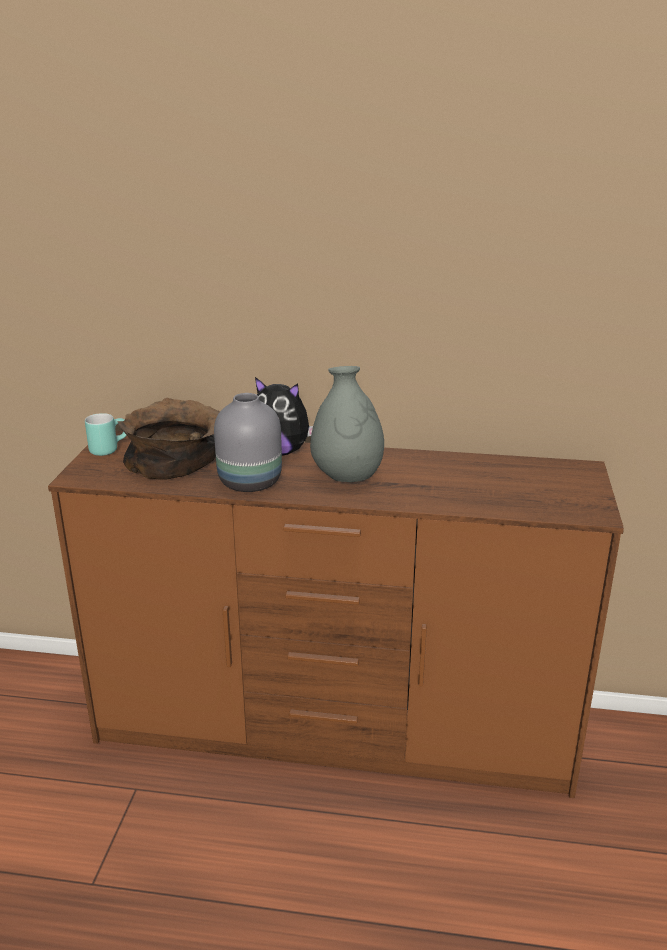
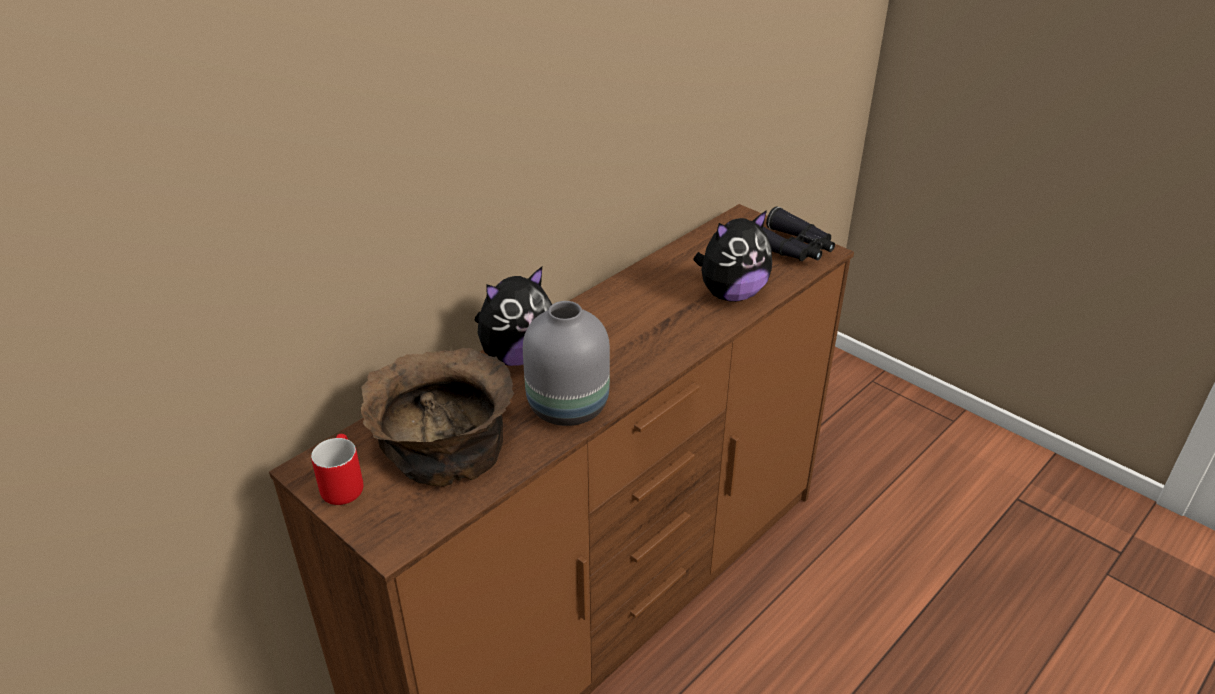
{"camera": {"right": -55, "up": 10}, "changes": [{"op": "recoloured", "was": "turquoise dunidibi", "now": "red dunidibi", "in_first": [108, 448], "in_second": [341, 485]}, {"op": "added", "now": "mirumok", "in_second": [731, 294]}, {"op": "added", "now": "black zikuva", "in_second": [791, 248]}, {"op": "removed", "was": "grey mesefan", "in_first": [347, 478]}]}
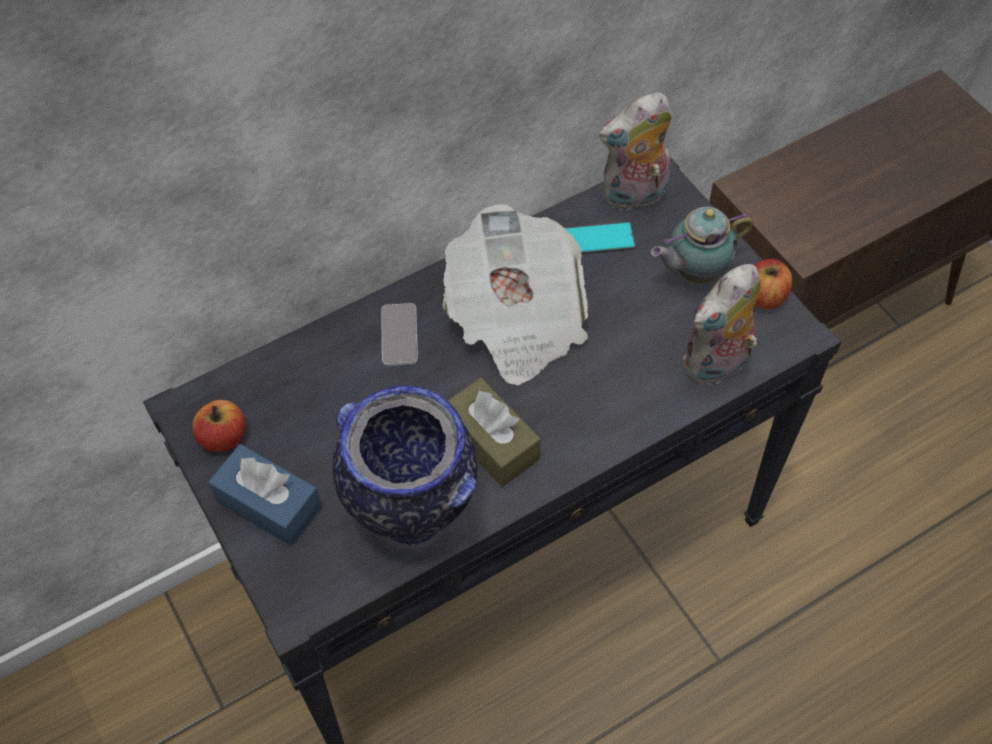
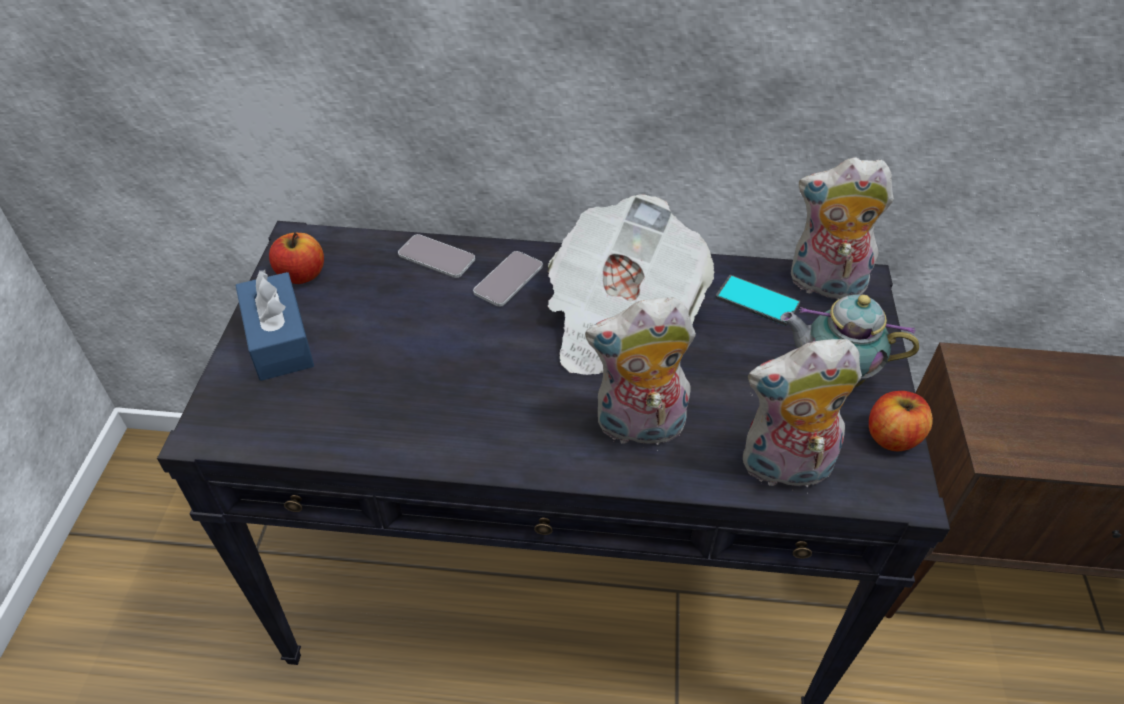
{"camera": {"right": 35, "up": -10}, "changes": [{"op": "added", "now": "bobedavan", "in_second": [436, 257]}, {"op": "added", "now": "mirumok", "in_second": [638, 428]}, {"op": "removed", "was": "mesefan", "in_first": [413, 515]}, {"op": "removed", "was": "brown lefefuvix", "in_first": [491, 442]}]}
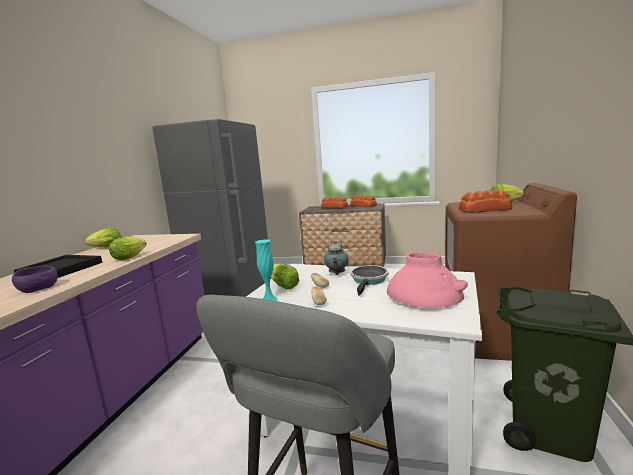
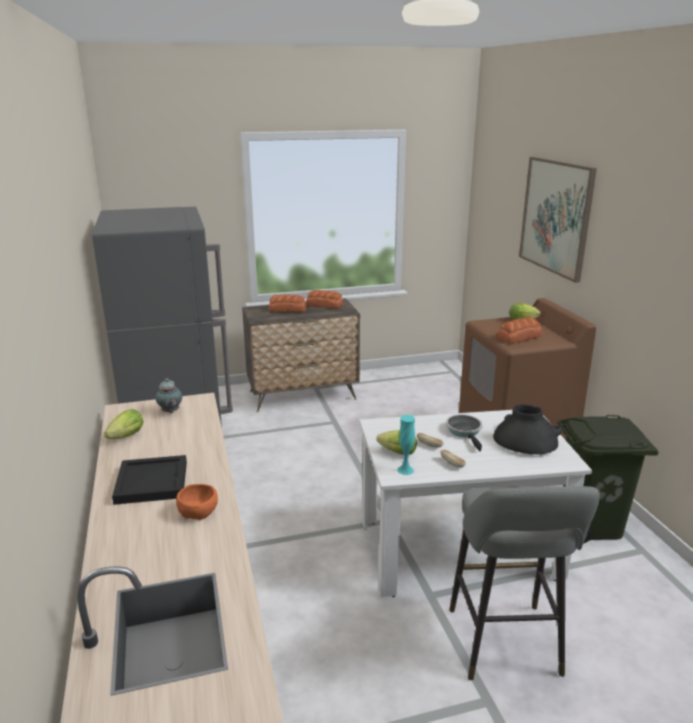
{"camera": {"right": -30, "up": 10}, "changes": [{"op": "moved", "was": "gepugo", "in_first": [336, 274], "in_second": [170, 412]}, {"op": "recoloured", "was": "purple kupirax", "now": "orange kupirax", "in_first": [39, 288], "in_second": [199, 511]}, {"op": "recoloured", "was": "pink mesefan", "now": "black mesefan", "in_first": [424, 295], "in_second": [525, 441]}, {"op": "added", "now": "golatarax", "in_second": [556, 216]}, {"op": "removed", "was": "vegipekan", "in_first": [131, 257]}]}
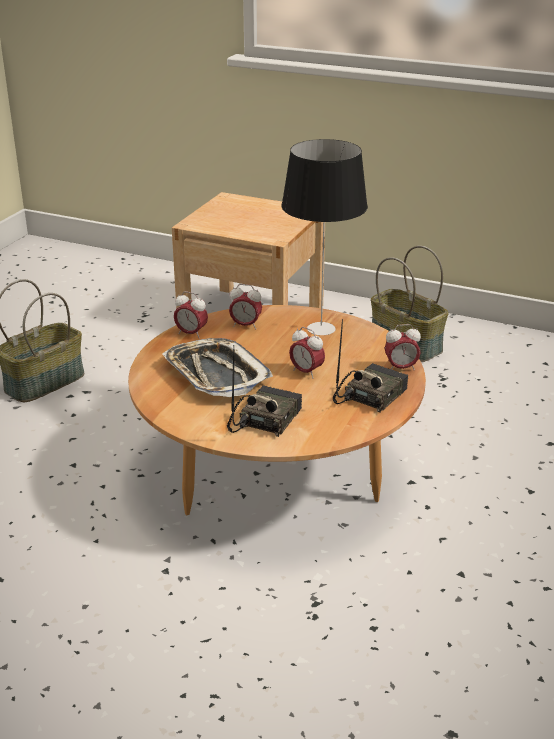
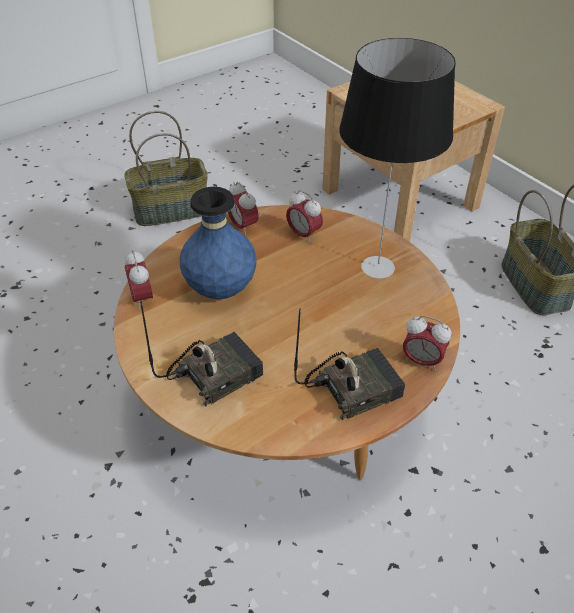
{"camera": {"right": 30, "up": 15}, "changes": [{"op": "moved", "was": "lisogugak", "in_first": [306, 372], "in_second": [142, 298]}, {"op": "replaced", "was": "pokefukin", "now": "blue mesefan", "in_first": [216, 374], "in_second": [220, 290]}]}
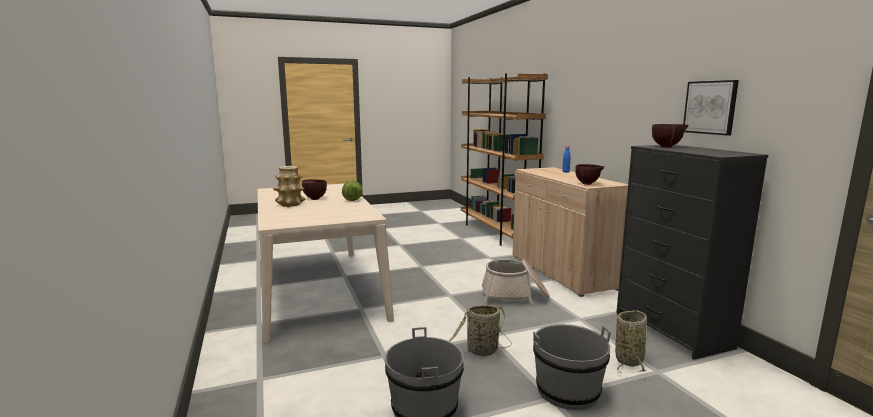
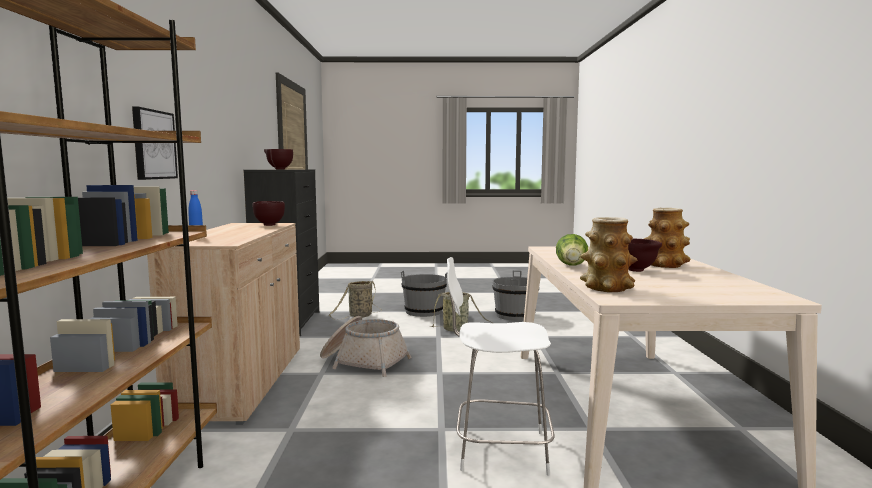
{"camera": {"right": -160, "up": -5}, "changes": [{"op": "moved", "was": "golatarax", "in_first": [710, 107], "in_second": [153, 144]}, {"op": "added", "now": "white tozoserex", "in_second": [498, 450]}, {"op": "added", "now": "mesefan", "in_second": [607, 288]}]}
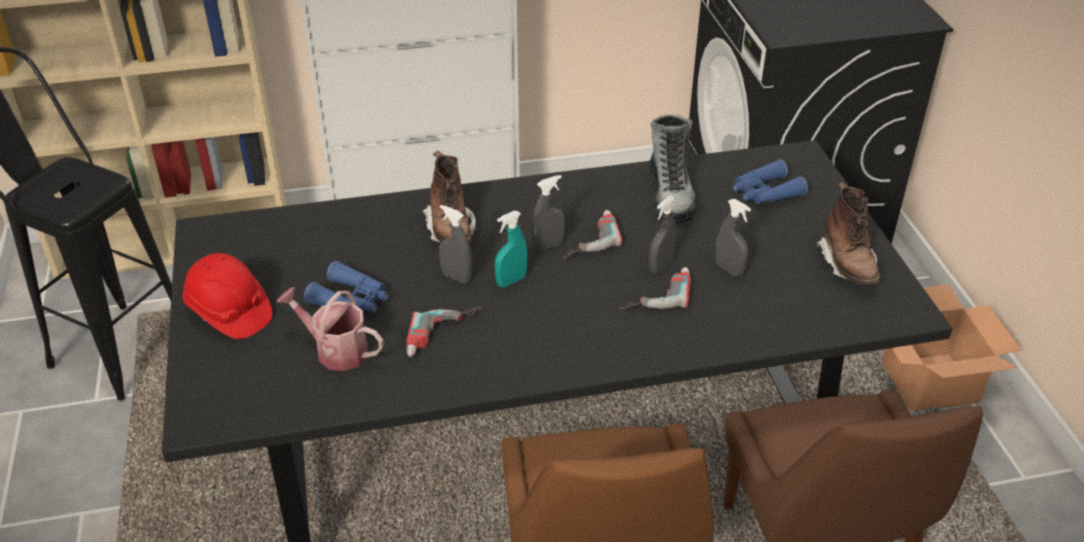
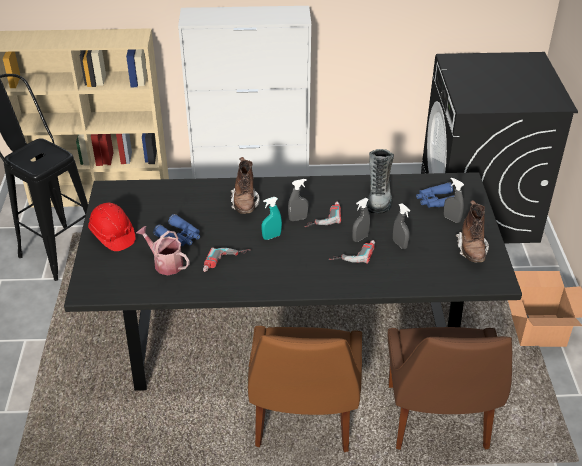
{"camera": {"right": 10, "up": 0}, "changes": [{"op": "moved", "was": "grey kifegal", "in_first": [456, 277], "in_second": [451, 219]}]}
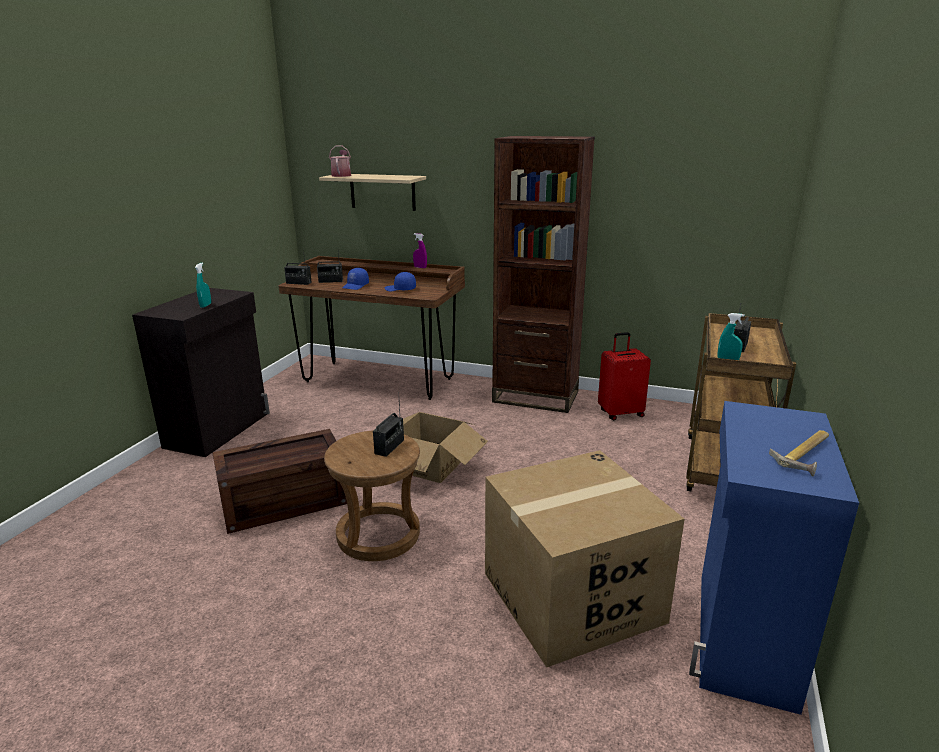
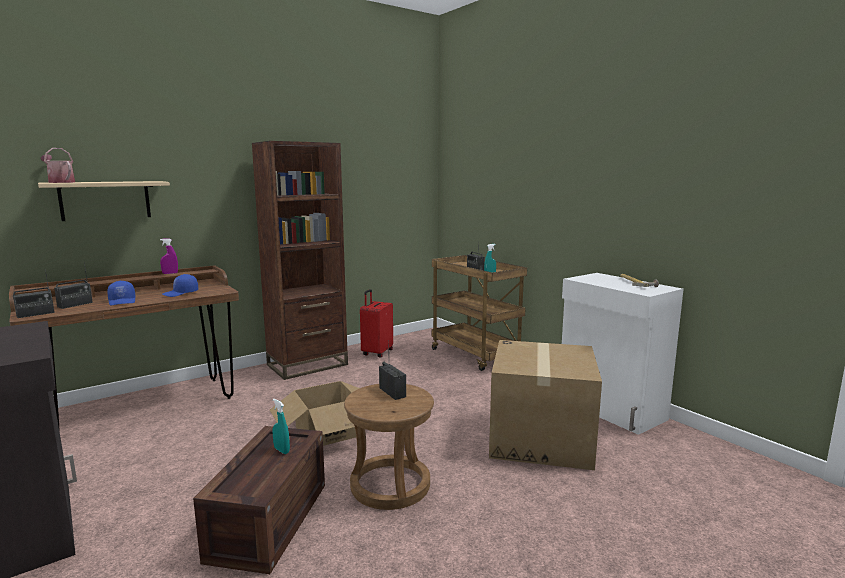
{"camera": {"right": -55, "up": -10}, "changes": [{"op": "moved", "was": "turquoise kifegal", "in_first": [205, 305], "in_second": [281, 450]}, {"op": "recoloured", "was": "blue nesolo", "now": "white nesolo", "in_first": [741, 637], "in_second": [610, 409]}]}
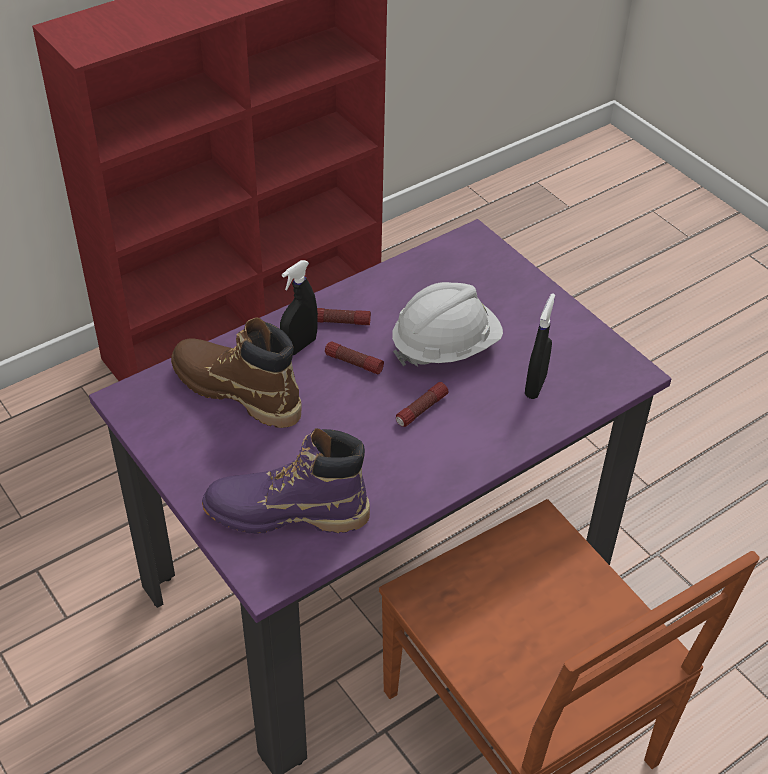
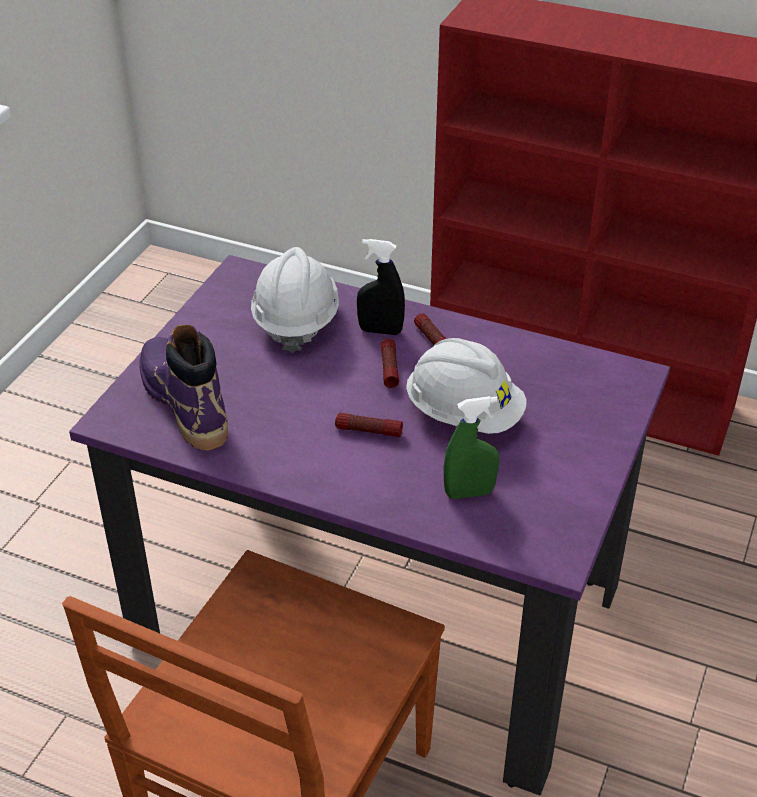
{"camera": {"right": 60, "up": -5}, "changes": [{"op": "replaced", "was": "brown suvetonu", "now": "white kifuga", "in_first": [236, 391], "in_second": [296, 321]}, {"op": "recoloured", "was": "black kifegal", "now": "green kifegal", "in_first": [535, 386], "in_second": [469, 493]}]}
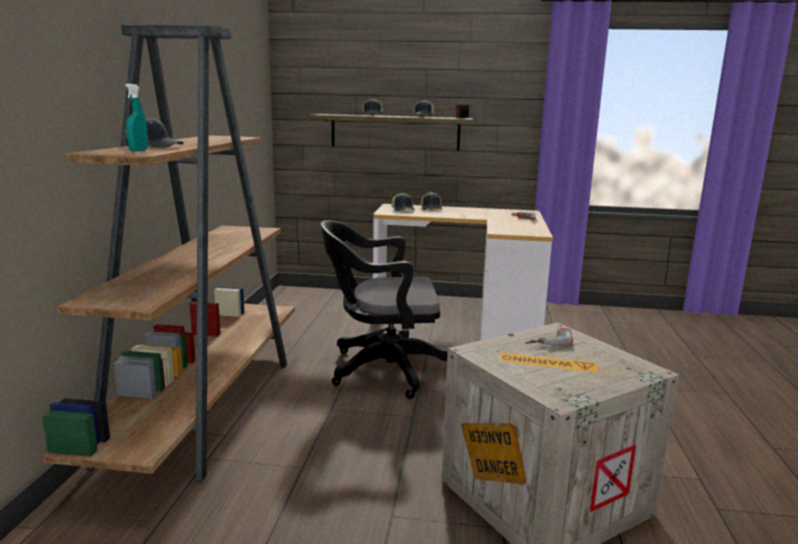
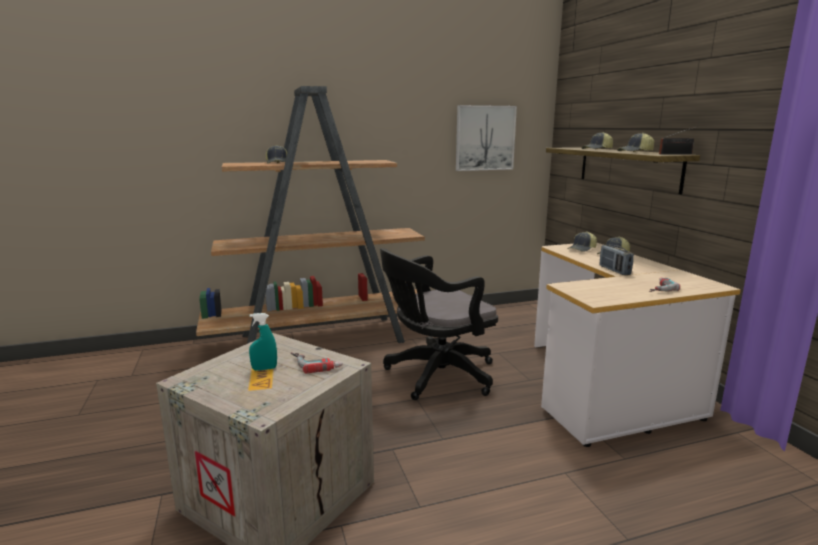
{"camera": {"right": 65, "up": 0}, "changes": [{"op": "moved", "was": "turquoise kifegal", "in_first": [138, 150], "in_second": [264, 369]}, {"op": "turned", "was": "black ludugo", "in_first": [383, 370], "in_second": [435, 376], "clockwise": -90}, {"op": "added", "now": "golatarax", "in_second": [485, 138]}, {"op": "added", "now": "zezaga", "in_second": [614, 270]}]}
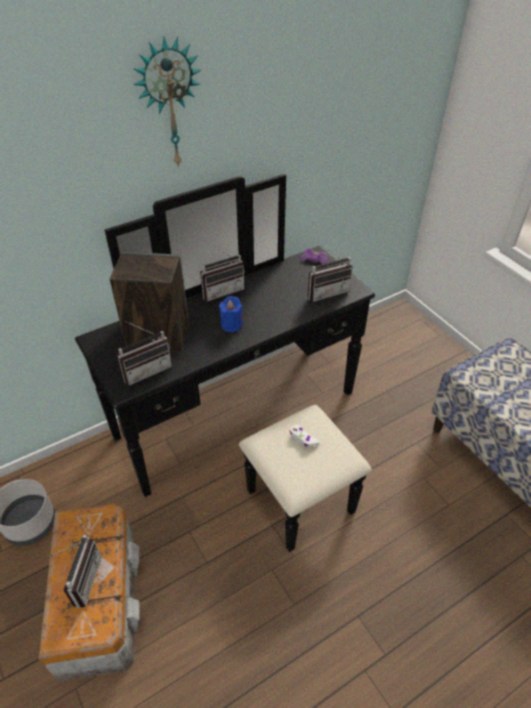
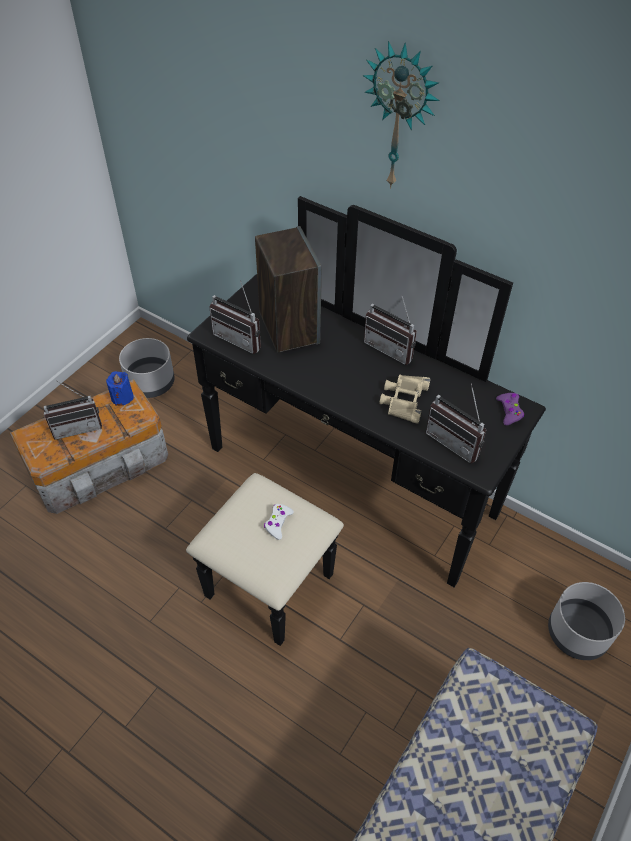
{"camera": {"right": 65, "up": 5}, "changes": [{"op": "moved", "was": "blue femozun", "in_first": [231, 325], "in_second": [122, 397]}, {"op": "added", "now": "beige zikuva", "in_second": [403, 400]}, {"op": "added", "now": "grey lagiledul", "in_second": [578, 633]}]}
